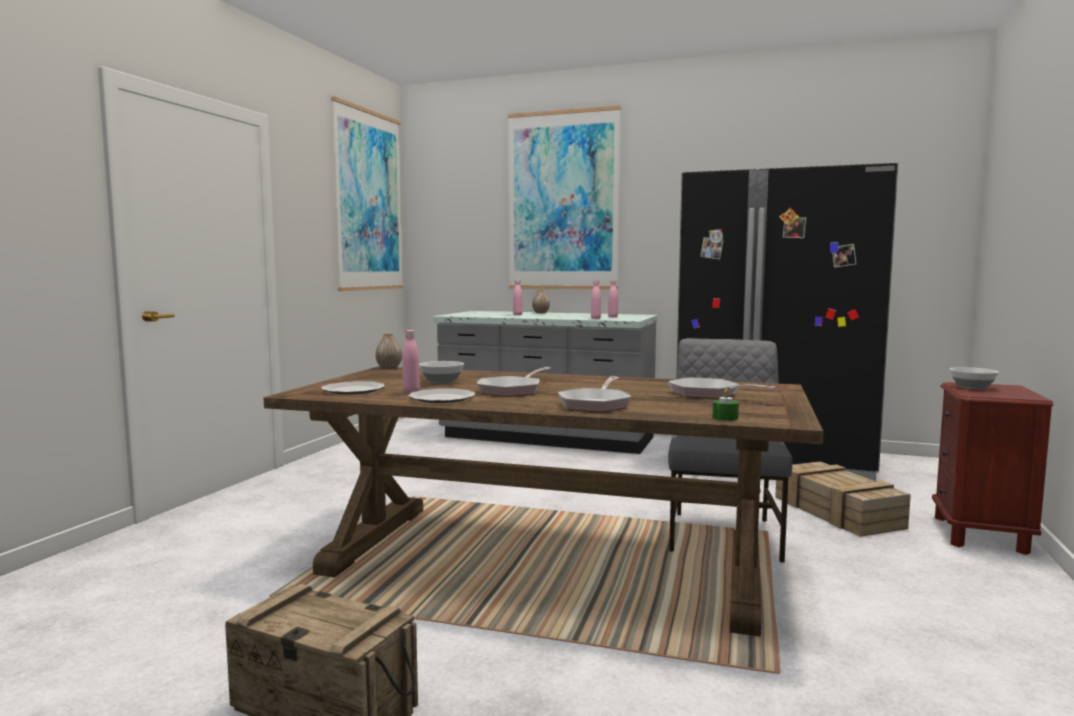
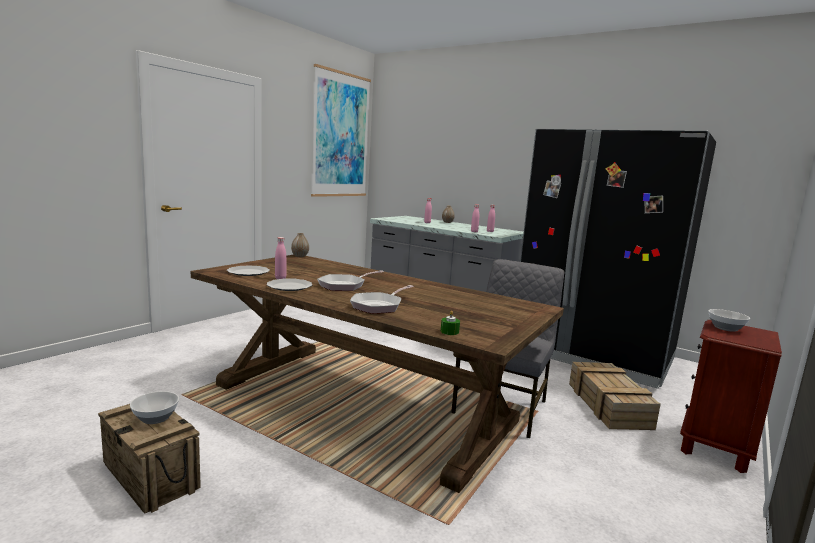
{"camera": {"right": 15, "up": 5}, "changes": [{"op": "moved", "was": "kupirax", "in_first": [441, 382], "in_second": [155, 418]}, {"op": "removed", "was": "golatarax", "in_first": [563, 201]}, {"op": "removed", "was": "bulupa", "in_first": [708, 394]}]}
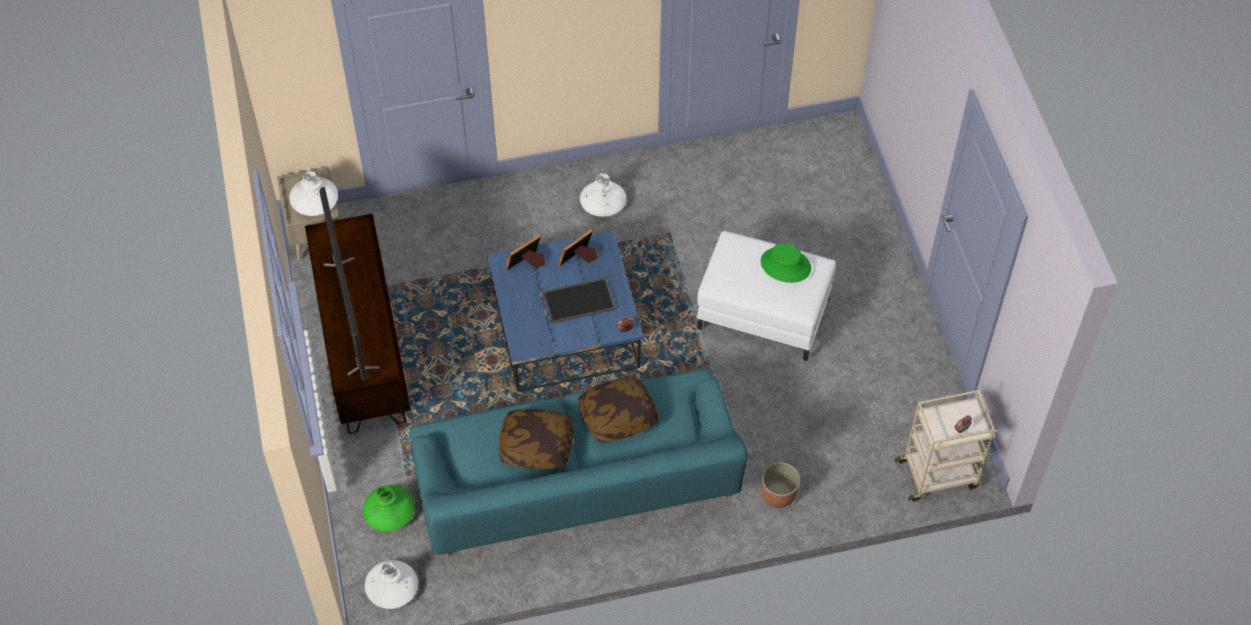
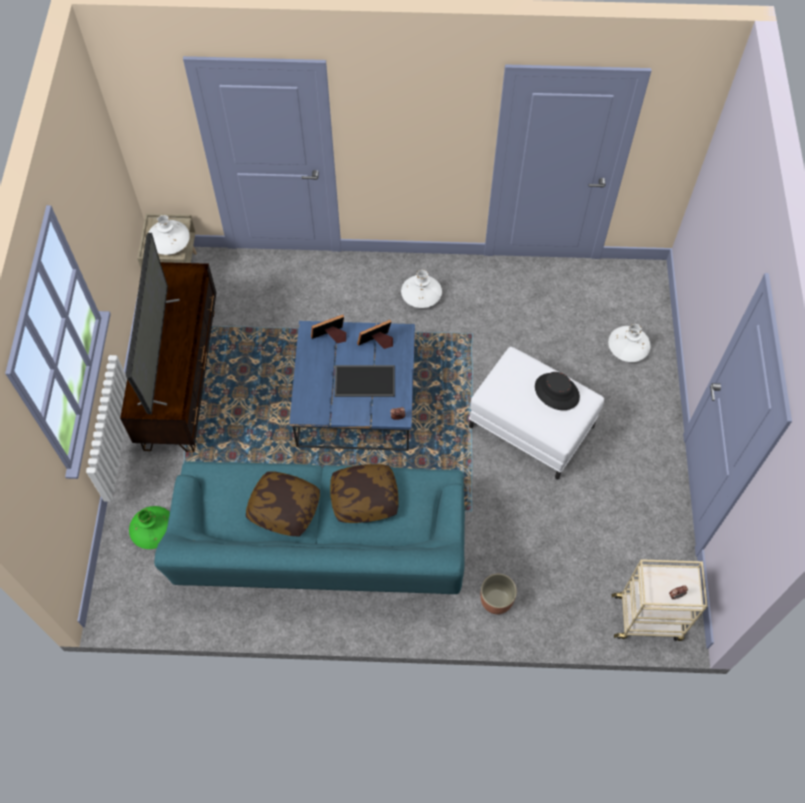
{"camera": {"right": 15, "up": 5}, "changes": [{"op": "recoloured", "was": "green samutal", "now": "black samutal", "in_first": [785, 265], "in_second": [556, 392]}, {"op": "moved", "was": "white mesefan", "in_first": [392, 588], "in_second": [627, 348]}]}
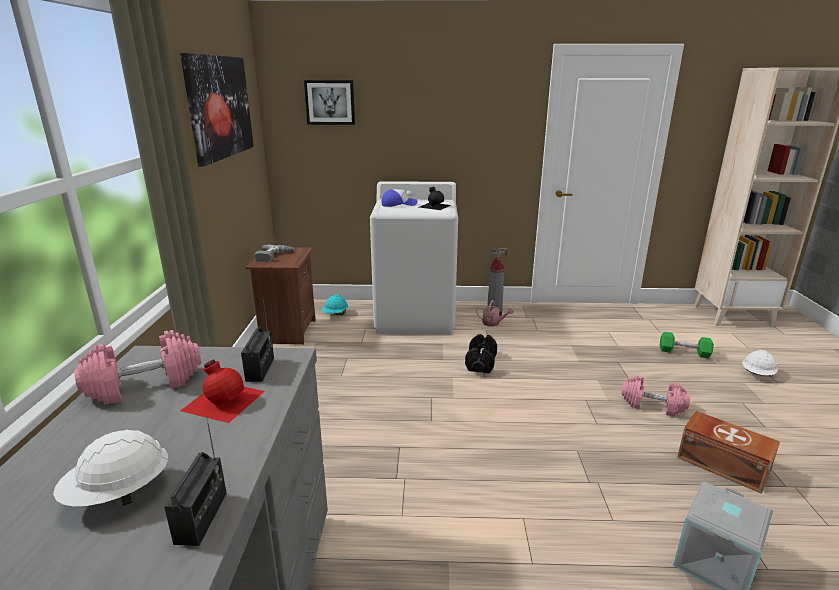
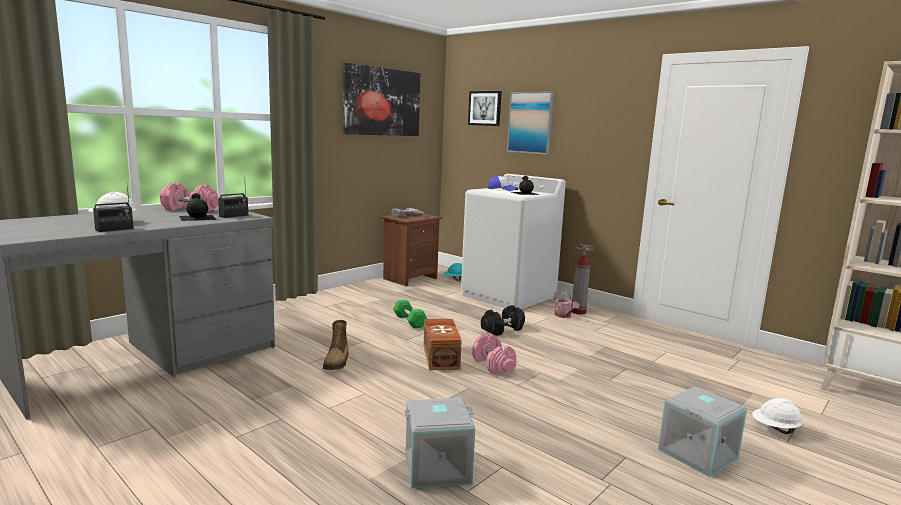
{"camera": {"right": 40, "up": -10}, "changes": [{"op": "recoloured", "was": "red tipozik", "now": "black tipozik", "in_first": [223, 400], "in_second": [198, 217]}, {"op": "added", "now": "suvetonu", "in_second": [337, 362]}, {"op": "moved", "was": "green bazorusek", "in_first": [684, 352], "in_second": [409, 321]}, {"op": "moved", "was": "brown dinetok", "in_first": [721, 463], "in_second": [441, 356]}, {"op": "moved", "was": "pink bazorusek", "in_first": [652, 405], "in_second": [493, 365]}, {"op": "added", "now": "golatarax", "in_second": [530, 122]}, {"op": "added", "now": "grey dinetok", "in_second": [696, 453]}]}
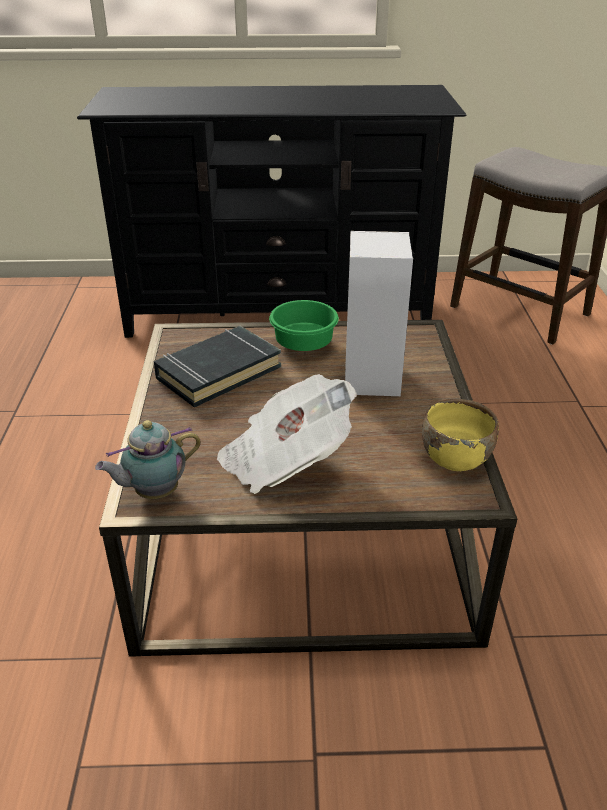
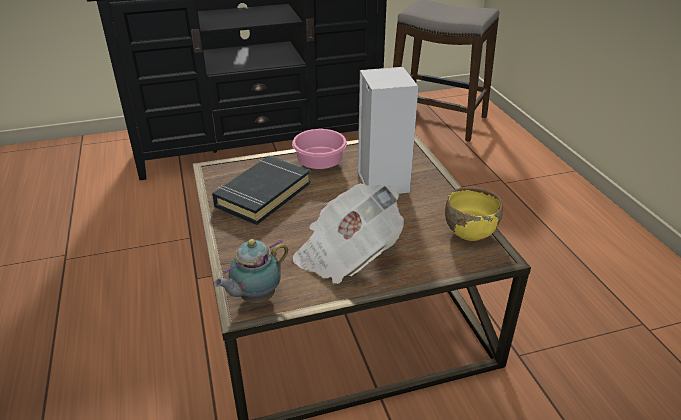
{"camera": {"right": -15, "up": 0}, "changes": [{"op": "recoloured", "was": "green kupirax", "now": "pink kupirax", "in_first": [301, 344], "in_second": [318, 164]}]}
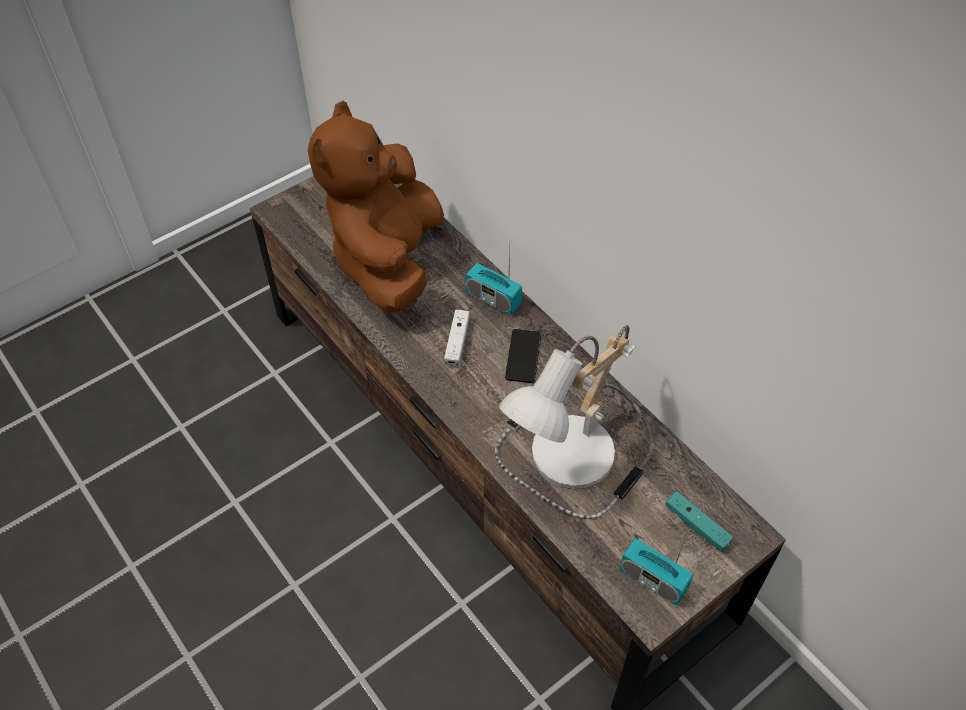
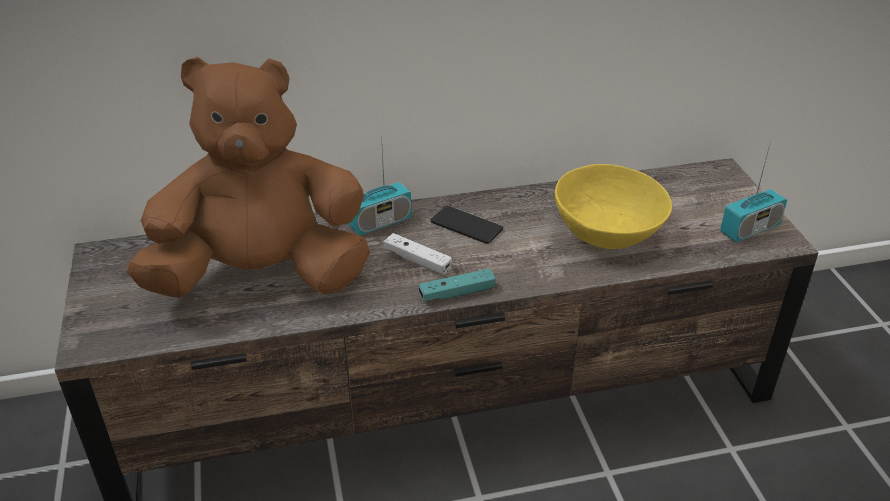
{"camera": {"right": -65, "up": -15}, "changes": [{"op": "turned", "was": "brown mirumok", "in_first": [388, 260], "in_second": [262, 276], "clockwise": 135}, {"op": "moved", "was": "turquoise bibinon", "in_first": [696, 525], "in_second": [457, 293]}, {"op": "replaced", "was": "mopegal", "now": "yellow kupirax", "in_first": [576, 461], "in_second": [608, 231]}]}
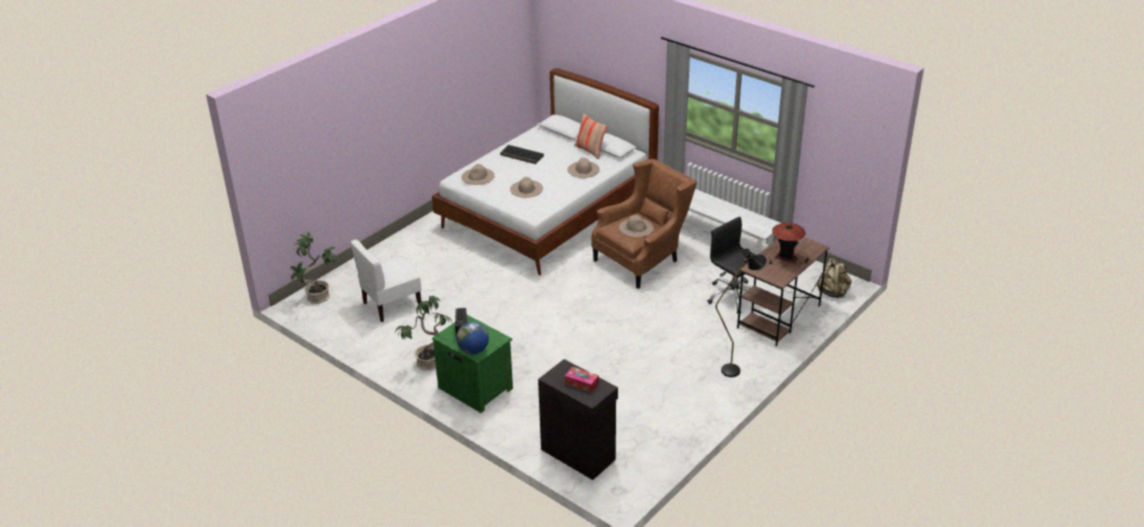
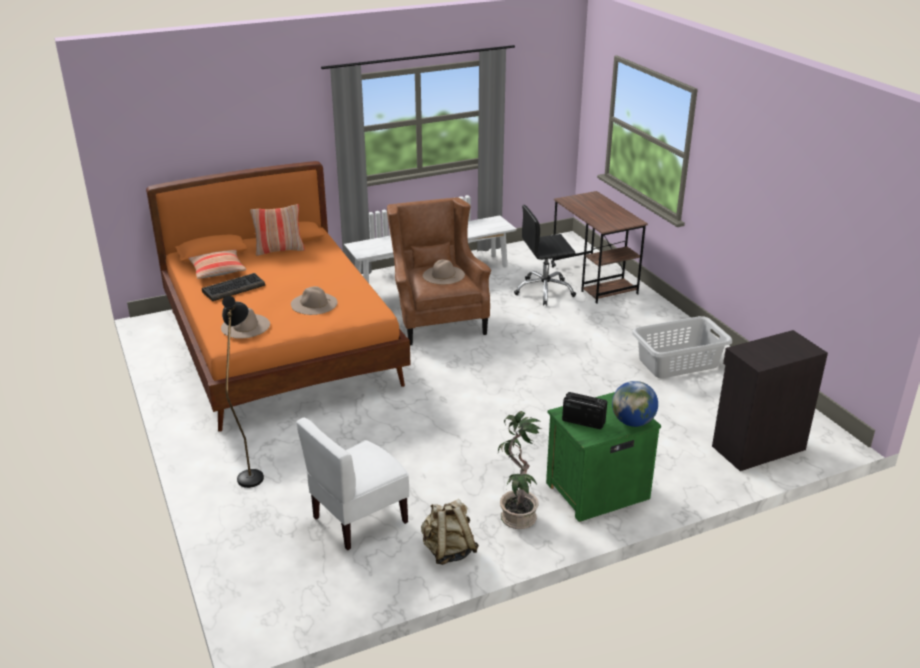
{"camera": {"right": -65, "up": -5}, "changes": [{"op": "recoloured", "was": "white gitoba", "now": "orange gitoba", "in_first": [548, 213], "in_second": [281, 348]}, {"op": "added", "now": "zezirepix", "in_second": [218, 270]}, {"op": "moved", "was": "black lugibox", "in_first": [736, 368], "in_second": [251, 473]}, {"op": "turned", "was": "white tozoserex", "in_first": [391, 305], "in_second": [359, 519], "clockwise": 60}, {"op": "moved", "was": "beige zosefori", "in_first": [833, 292], "in_second": [448, 551]}, {"op": "added", "now": "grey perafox", "in_second": [678, 363]}, {"op": "removed", "was": "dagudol", "in_first": [318, 298]}, {"op": "removed", "was": "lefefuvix", "in_first": [581, 383]}, {"op": "removed", "was": "beige samutal", "in_first": [583, 169]}, {"op": "removed", "was": "mopegal", "in_first": [786, 257]}]}
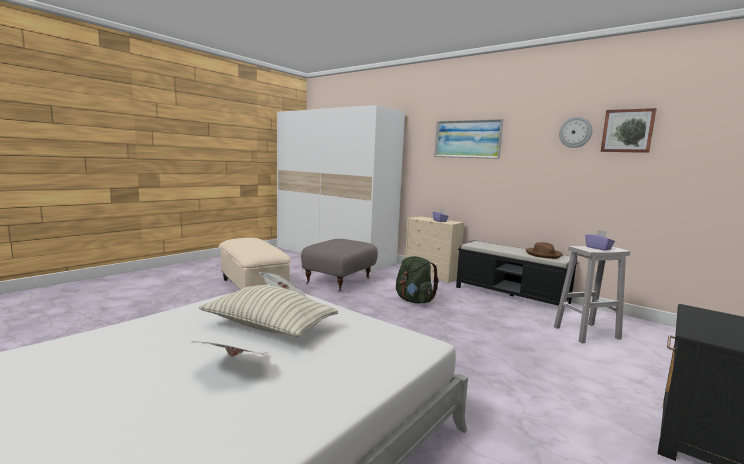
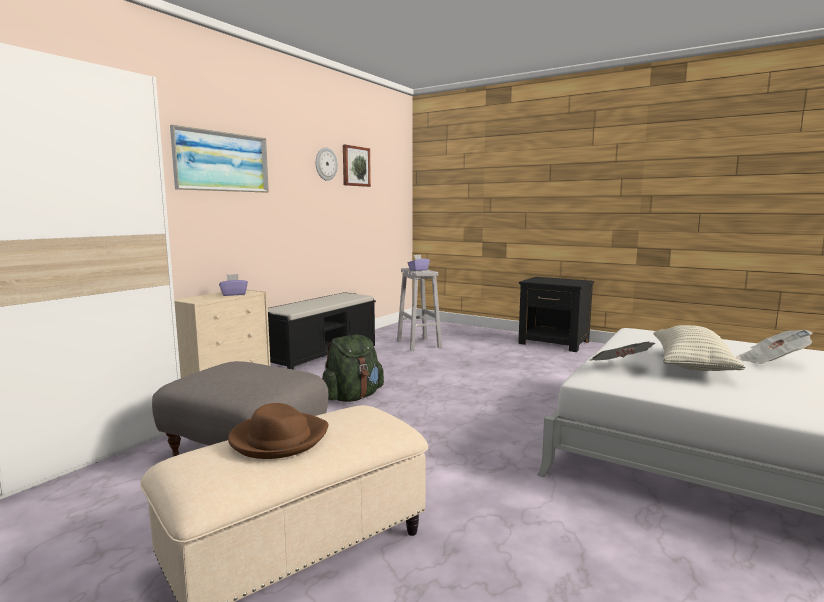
{"camera": {"right": -95, "up": 0}, "changes": [{"op": "moved", "was": "brown samutal", "in_first": [543, 254], "in_second": [278, 439]}]}
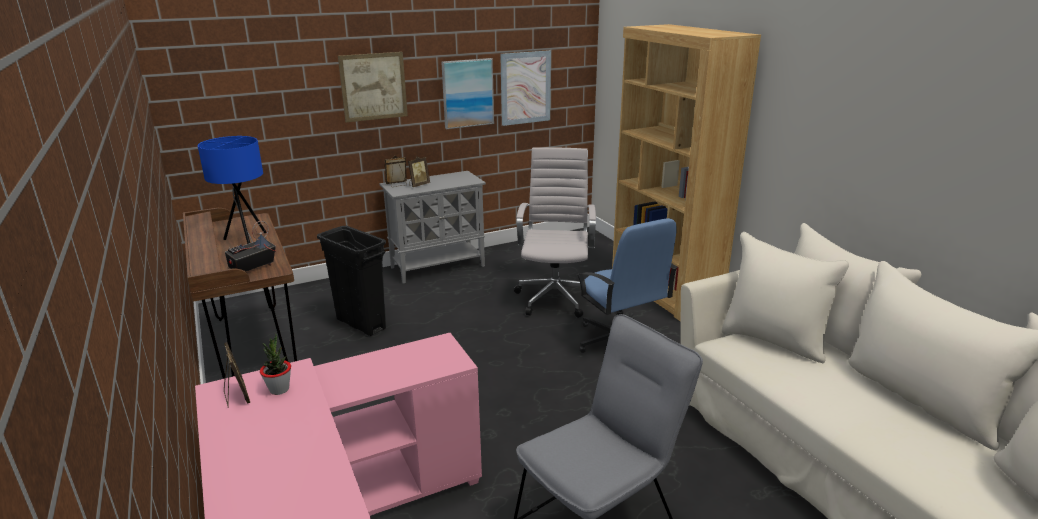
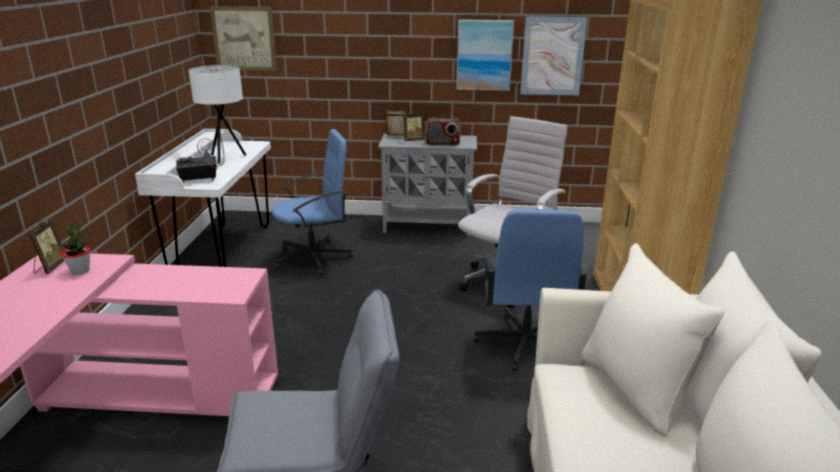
{"camera": {"right": 30, "up": 0}, "changes": [{"op": "recoloured", "was": "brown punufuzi", "now": "white punufuzi", "in_first": [253, 345], "in_second": [223, 251]}, {"op": "recoloured", "was": "blue mopegal", "now": "white mopegal", "in_first": [246, 241], "in_second": [224, 159]}, {"op": "moved", "was": "golatarax", "in_first": [373, 86], "in_second": [244, 38]}, {"op": "replaced", "was": "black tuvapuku", "now": "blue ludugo", "in_first": [361, 324], "in_second": [314, 258]}, {"op": "added", "now": "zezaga", "in_second": [442, 144]}]}
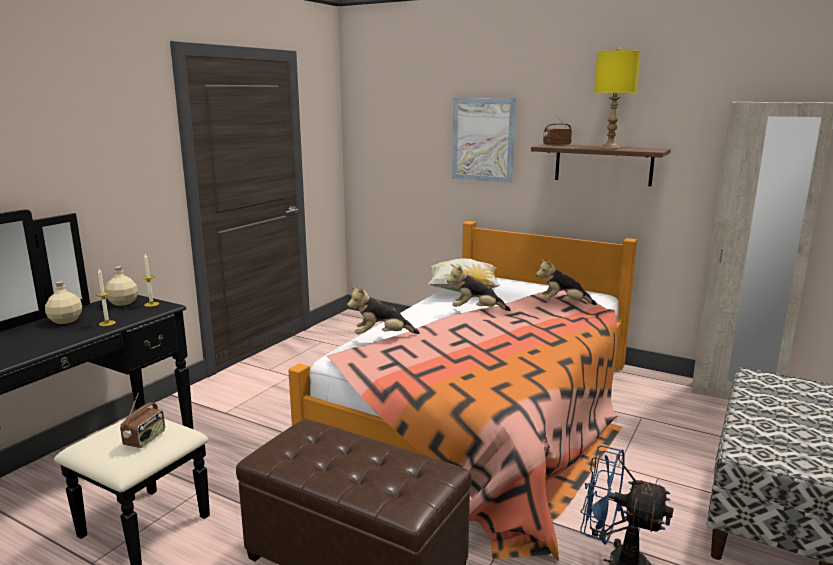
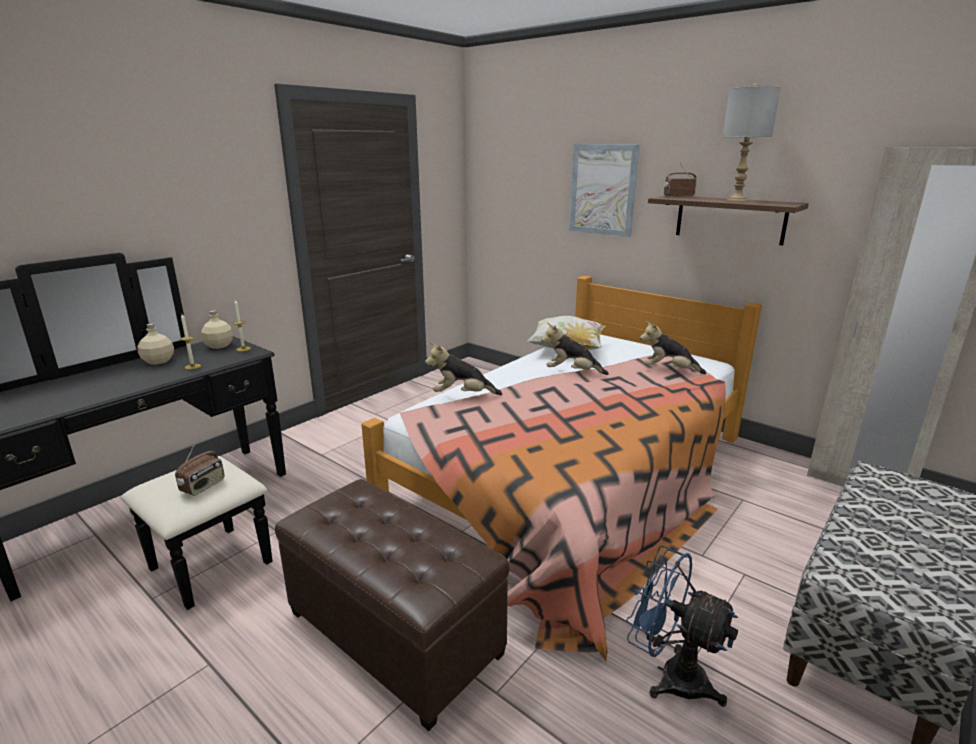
{"camera": {"right": 10, "up": 5}, "changes": [{"op": "recoloured", "was": "yellow mopegal", "now": "grey mopegal", "in_first": [610, 148], "in_second": [737, 201]}]}
